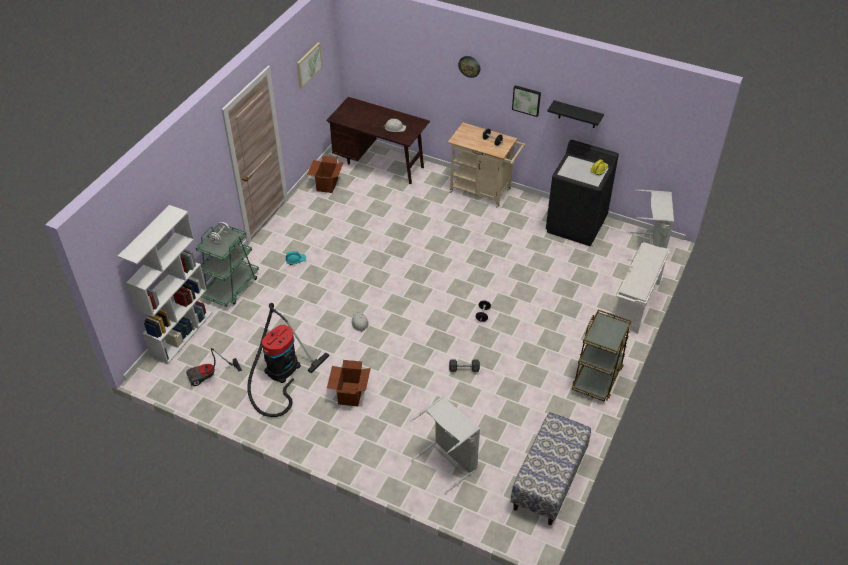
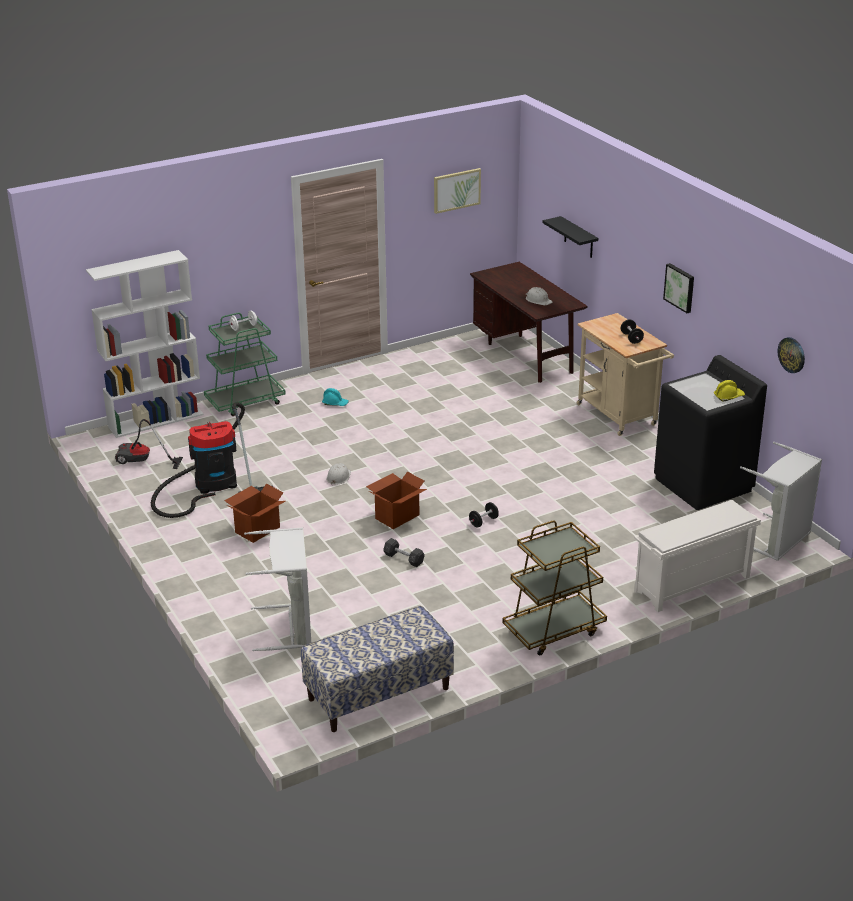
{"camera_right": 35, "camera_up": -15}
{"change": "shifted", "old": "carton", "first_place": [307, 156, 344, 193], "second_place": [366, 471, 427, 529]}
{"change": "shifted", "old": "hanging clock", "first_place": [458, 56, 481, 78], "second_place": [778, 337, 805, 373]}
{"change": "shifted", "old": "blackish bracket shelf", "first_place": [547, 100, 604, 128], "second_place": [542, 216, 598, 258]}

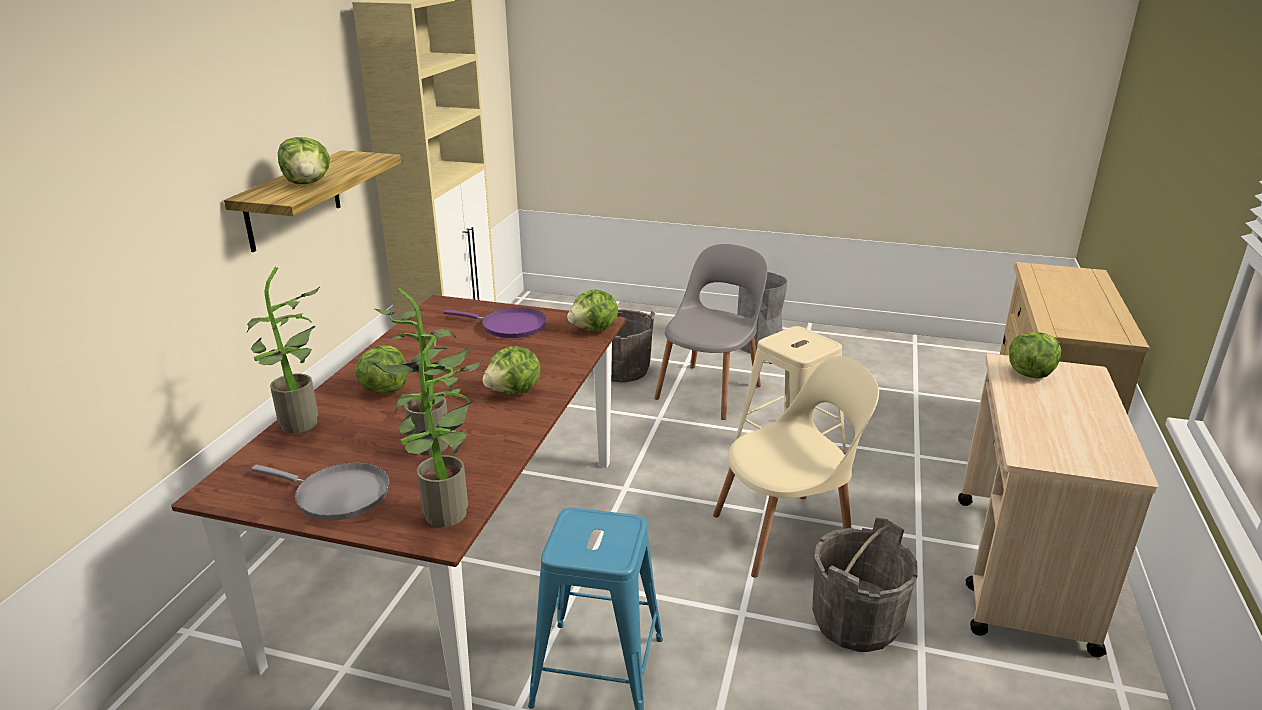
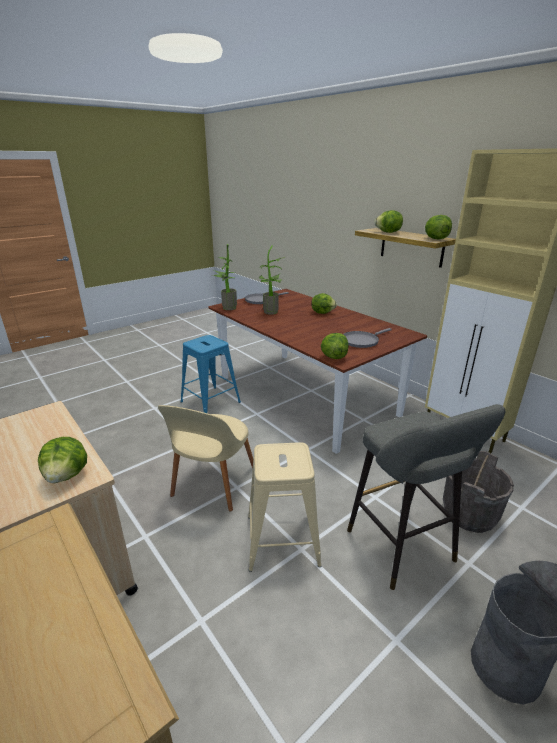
{"camera_right": 125, "camera_up": 0}
{"change": "gone", "old": "houseplant", "first_place": [247, 267, 320, 433]}
{"change": "gone", "old": "grey pail", "first_place": [812, 518, 918, 652]}
{"change": "shifted", "old": "head of lettuce", "first_place": [482, 346, 541, 395], "second_place": [425, 215, 452, 239]}
{"change": "swapped", "old": "grey upright chair", "new": "grey stool seat", "first_place": [654, 244, 767, 420], "second_place": [347, 404, 505, 590]}
{"change": "repainted", "old": "purplish frying pan", "new": "grey frying pan", "first_place": [443, 307, 547, 338], "second_place": [343, 328, 392, 348]}

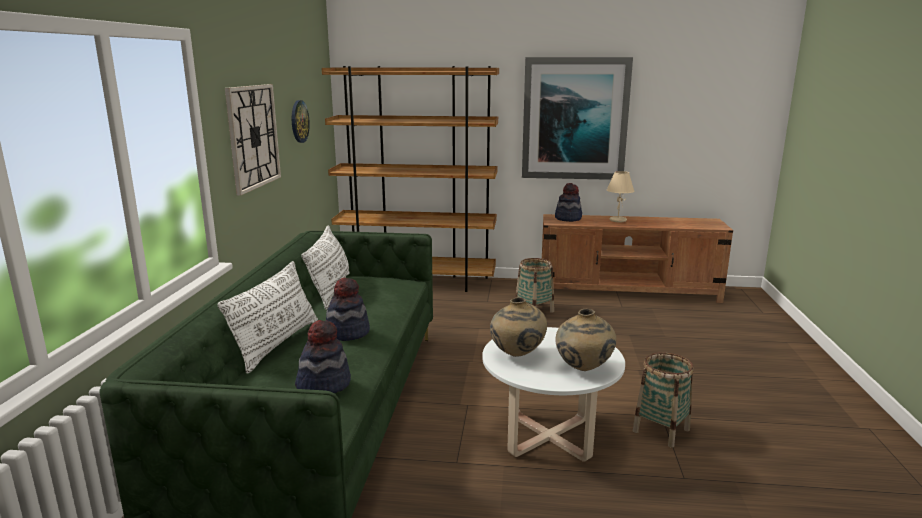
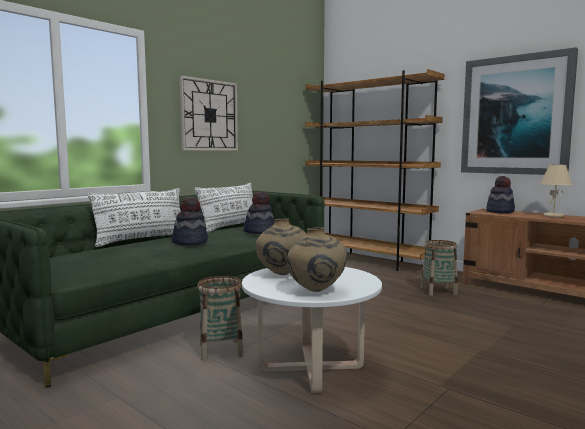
{"camera_right": 35, "camera_up": -10}
{"change": "gone", "old": "hanging clock", "first_place": [292, 100, 310, 143]}
{"change": "shifted", "old": "clothing hat", "first_place": [295, 320, 351, 393], "second_place": [244, 192, 274, 234]}
{"change": "shifted", "old": "storage basket", "first_place": [633, 352, 694, 448], "second_place": [197, 276, 244, 361]}

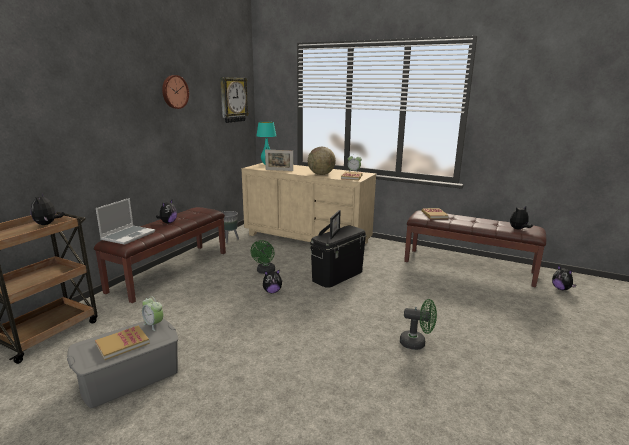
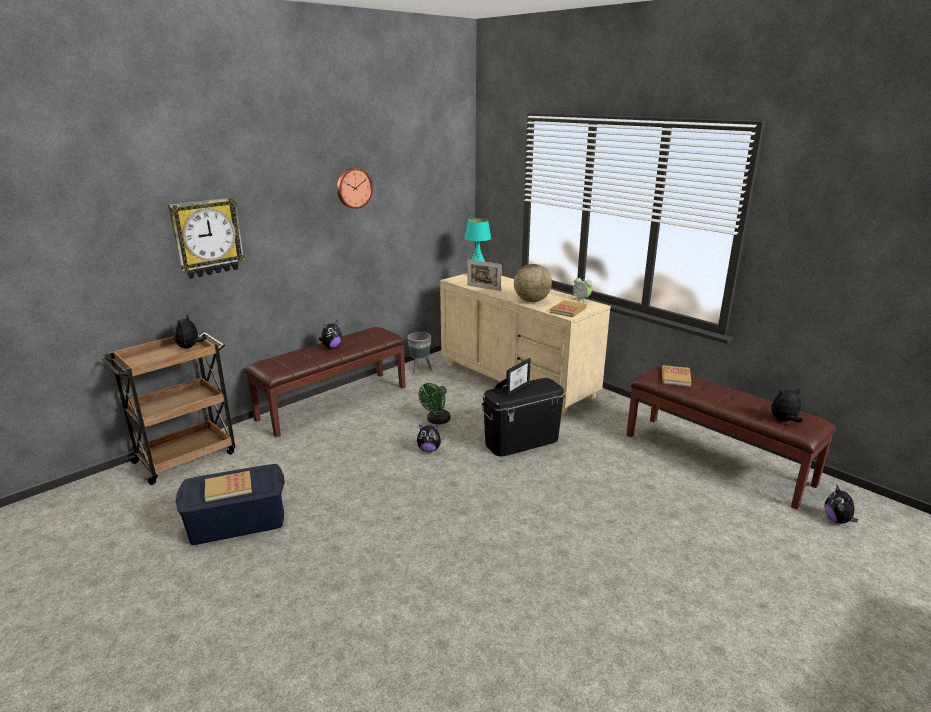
{"camera_right": 20, "camera_up": 5}
{"change": "gone", "old": "laptop", "first_place": [96, 198, 155, 245]}
{"change": "gone", "old": "table clock", "first_place": [142, 296, 163, 331]}
{"change": "gone", "old": "green-coloured cooling fan", "first_place": [400, 299, 437, 350]}
{"change": "shifted", "old": "hanging clock", "first_place": [220, 77, 249, 123], "second_place": [168, 197, 245, 279]}
{"change": "repainted", "old": "grey storage bin", "new": "blue storage bin", "first_place": [67, 318, 178, 408], "second_place": [176, 464, 285, 545]}

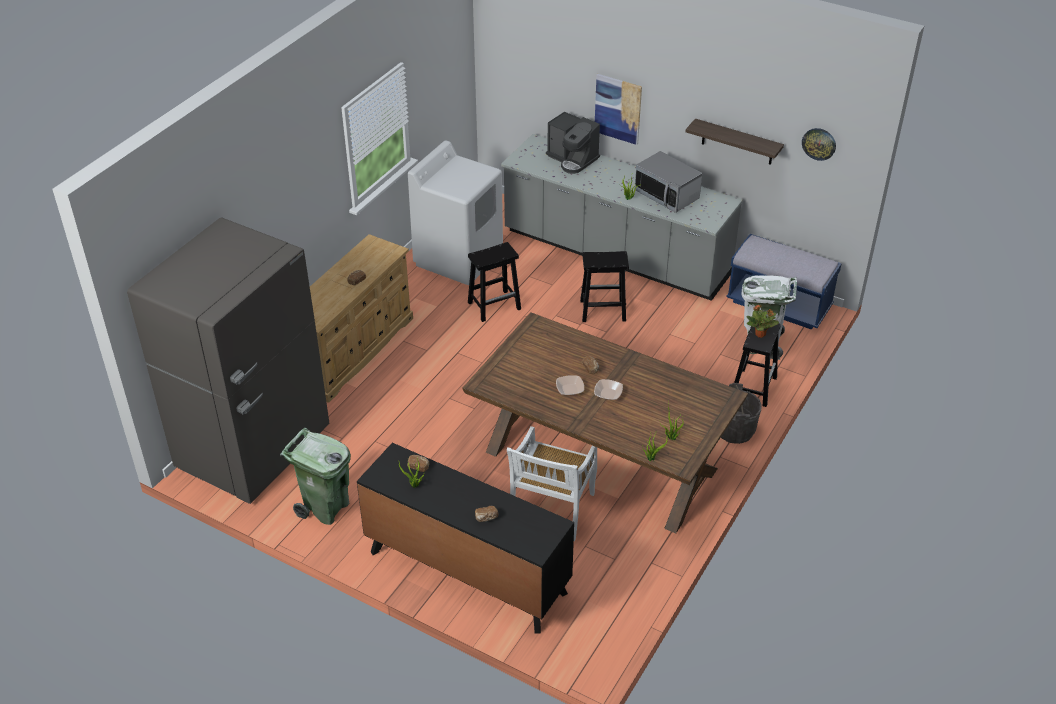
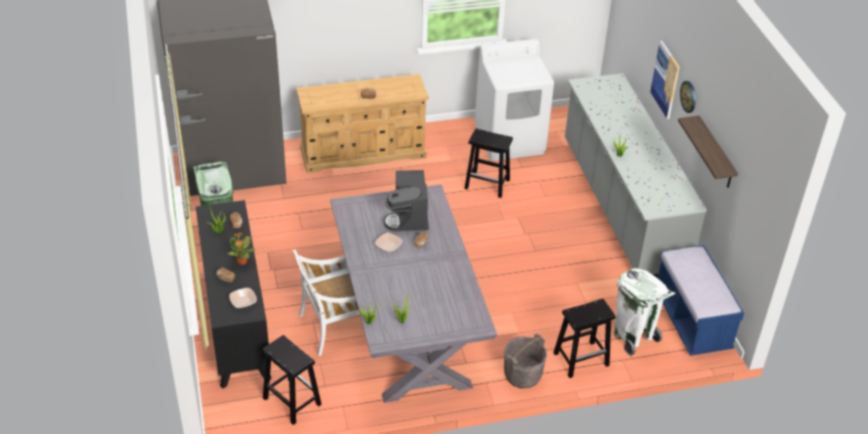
{"camera_right": 45, "camera_up": 0}
{"change": "gone", "old": "microwave oven", "first_place": [634, 151, 702, 213]}
{"change": "shifted", "old": "coffee brewer", "first_place": [546, 112, 600, 174], "second_place": [384, 170, 429, 232]}
{"change": "shifted", "old": "blackish stool seat", "first_place": [580, 251, 629, 322], "second_place": [262, 335, 322, 425]}
{"change": "shifted", "old": "serving bowl", "first_place": [594, 379, 623, 400], "second_place": [229, 288, 257, 308]}
{"change": "shifted", "old": "houseplant", "first_place": [747, 304, 779, 338], "second_place": [228, 232, 255, 265]}
{"change": "shifted", "old": "hanging clock", "first_place": [802, 128, 836, 161], "second_place": [680, 81, 696, 113]}
{"change": "repainted", "old": "brownish dining table", "new": "grey dining table", "first_place": [462, 312, 748, 534], "second_place": [330, 185, 497, 403]}

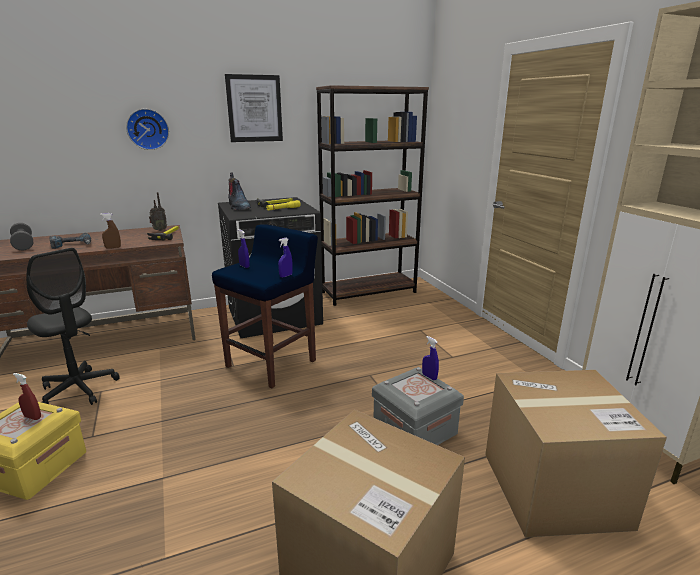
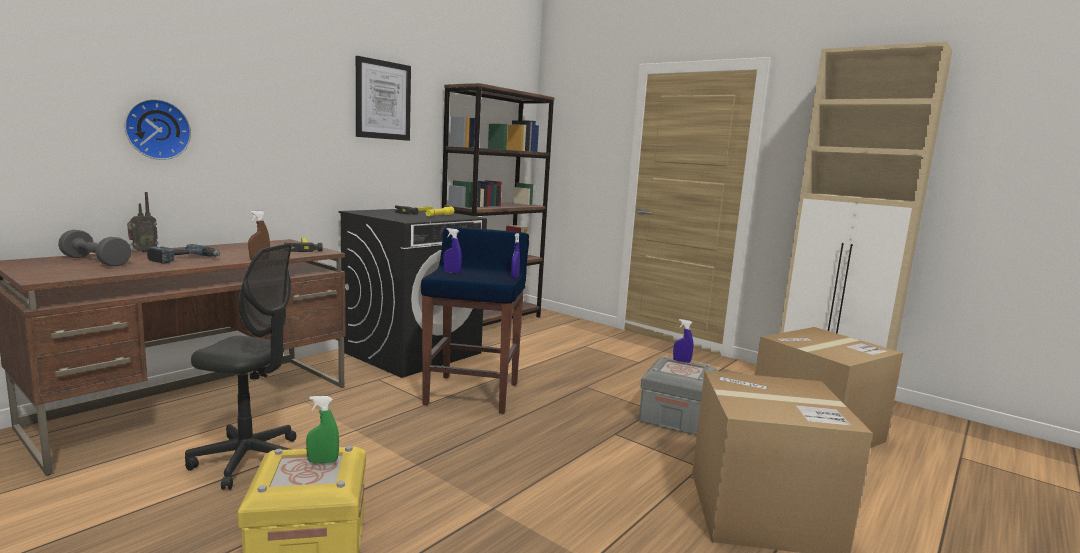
{"camera_right": -30, "camera_up": -10}
{"change": "gone", "old": "boot", "first_place": [228, 172, 251, 210]}
{"change": "shifted", "old": "hanging clock", "first_place": [126, 109, 169, 150], "second_place": [124, 99, 191, 160]}
{"change": "shifted", "old": "radio receiver", "first_place": [149, 192, 167, 231], "second_place": [127, 192, 158, 253]}
{"change": "repainted", "old": "reddish hand sprayer", "new": "green-coloured hand sprayer", "first_place": [13, 373, 41, 420], "second_place": [306, 396, 339, 463]}

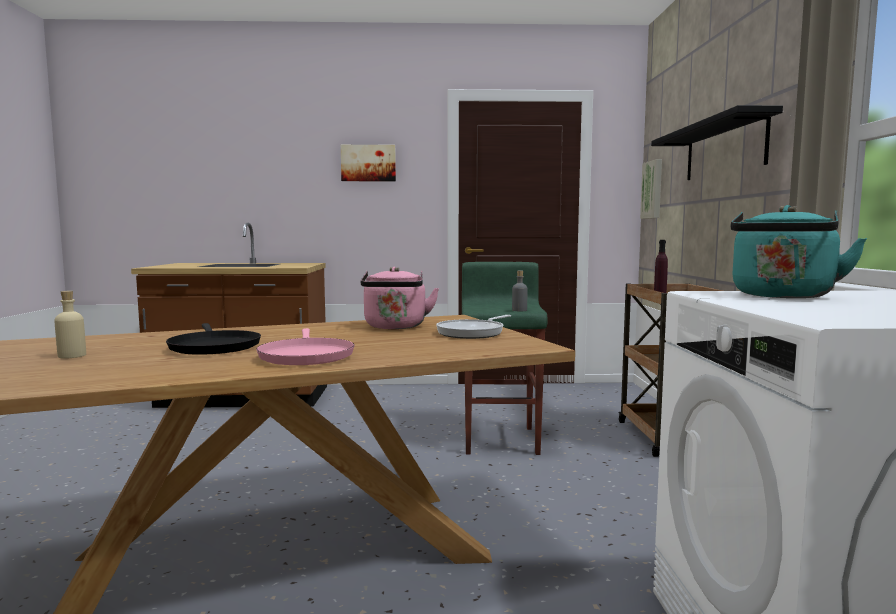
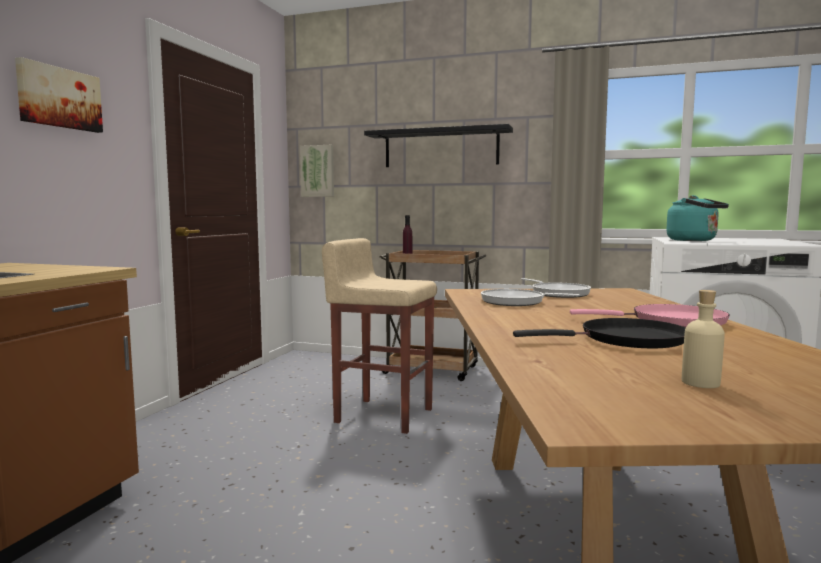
{"camera_right": -70, "camera_up": 0}
{"change": "gone", "old": "grey bottle", "first_place": [512, 271, 527, 311]}
{"change": "swapped", "old": "pink-coloured tea kettle", "new": "frying pan", "first_place": [361, 267, 439, 329], "second_place": [481, 289, 580, 306]}
{"change": "repainted", "old": "green-coloured stool seat", "new": "beige stool seat", "first_place": [462, 262, 548, 455], "second_place": [322, 238, 437, 434]}

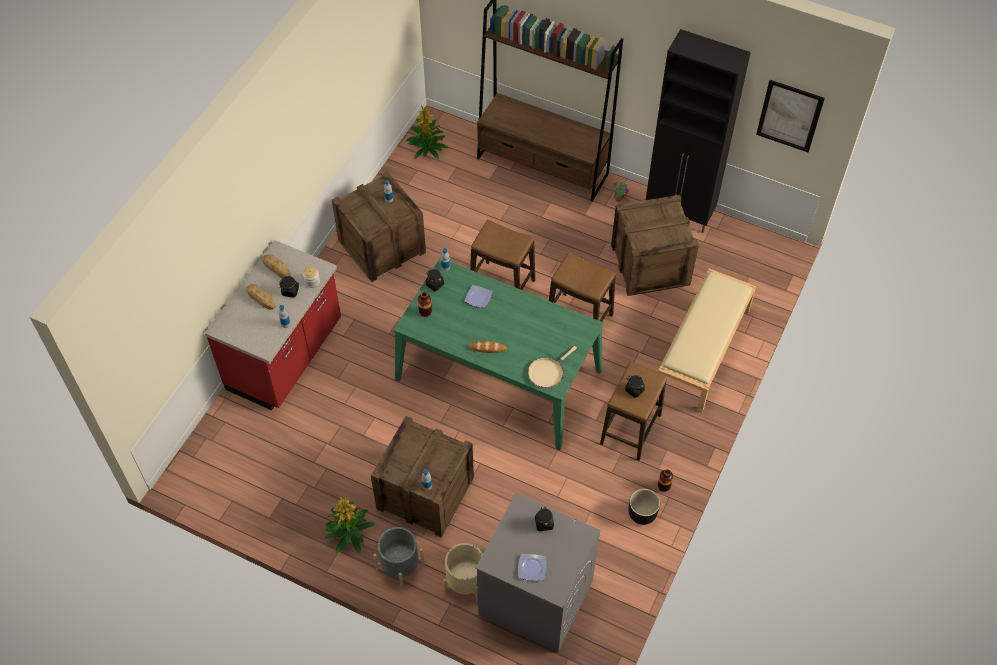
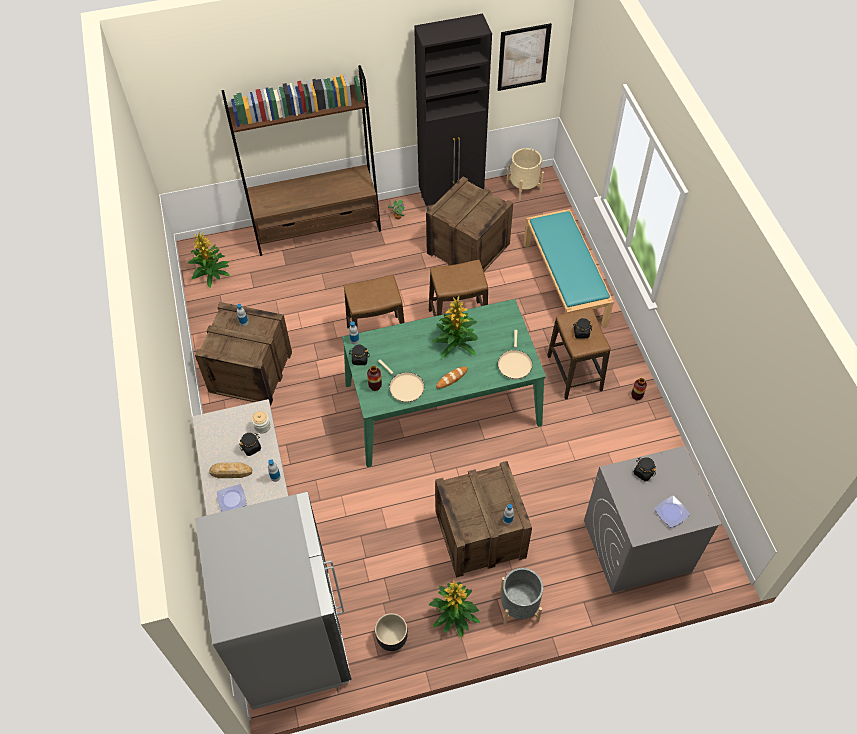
{"camera_right": -40, "camera_up": 0}
{"change": "gone", "old": "bread", "first_place": [261, 254, 291, 278]}
{"change": "new", "new": "grey kitchen fridge", "second_place": [195, 492, 352, 710]}
{"change": "new", "new": "beige frying pan", "second_place": [378, 359, 425, 403]}
{"change": "new", "new": "houseplant", "second_place": [431, 296, 478, 358]}
{"change": "shifted", "old": "beige flower pot", "first_place": [443, 543, 483, 603], "second_place": [506, 148, 544, 201]}
{"change": "shifted", "old": "flat dish", "first_place": [464, 285, 493, 308], "second_place": [217, 484, 247, 512]}
{"change": "shifted", "old": "blackish flower pot", "first_place": [628, 489, 660, 525], "second_place": [375, 613, 408, 651]}
{"change": "repainted", "old": "beige long seat", "new": "turquoise long seat", "first_place": [658, 269, 756, 413], "second_place": [524, 209, 614, 327]}

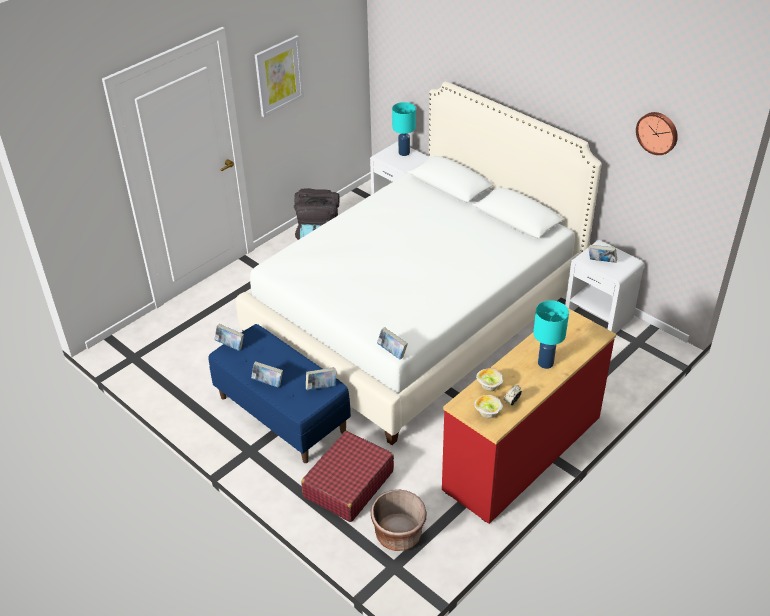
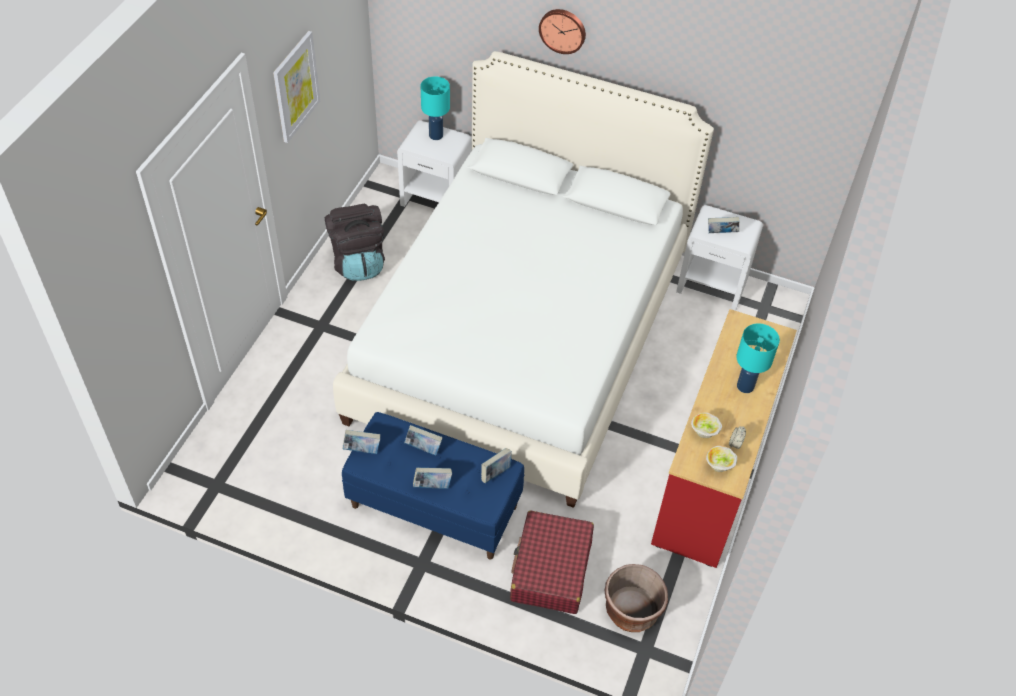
{"camera_right": -25, "camera_up": 10}
{"change": "shifted", "old": "volume", "first_place": [377, 327, 408, 359], "second_place": [404, 425, 443, 455]}
{"change": "shifted", "old": "hanging clock", "first_place": [636, 112, 678, 155], "second_place": [539, 9, 586, 54]}

